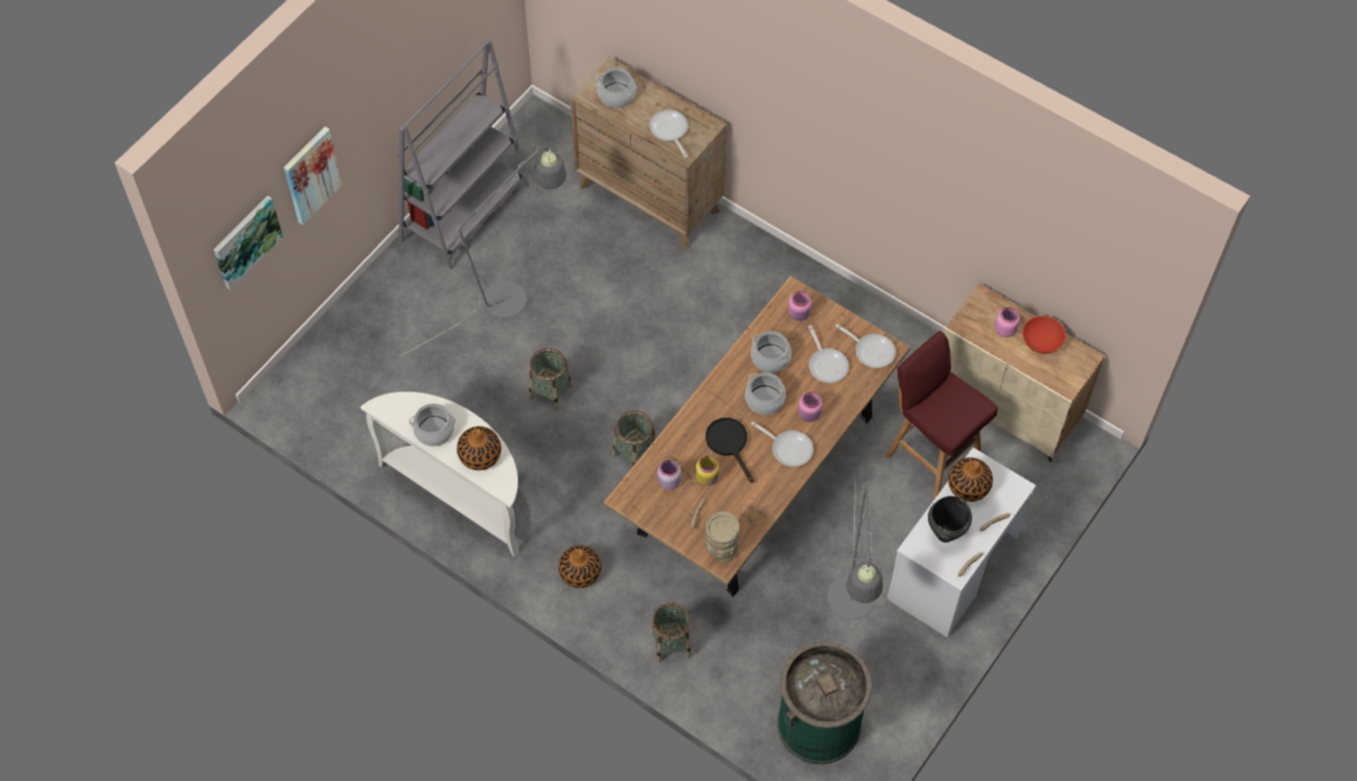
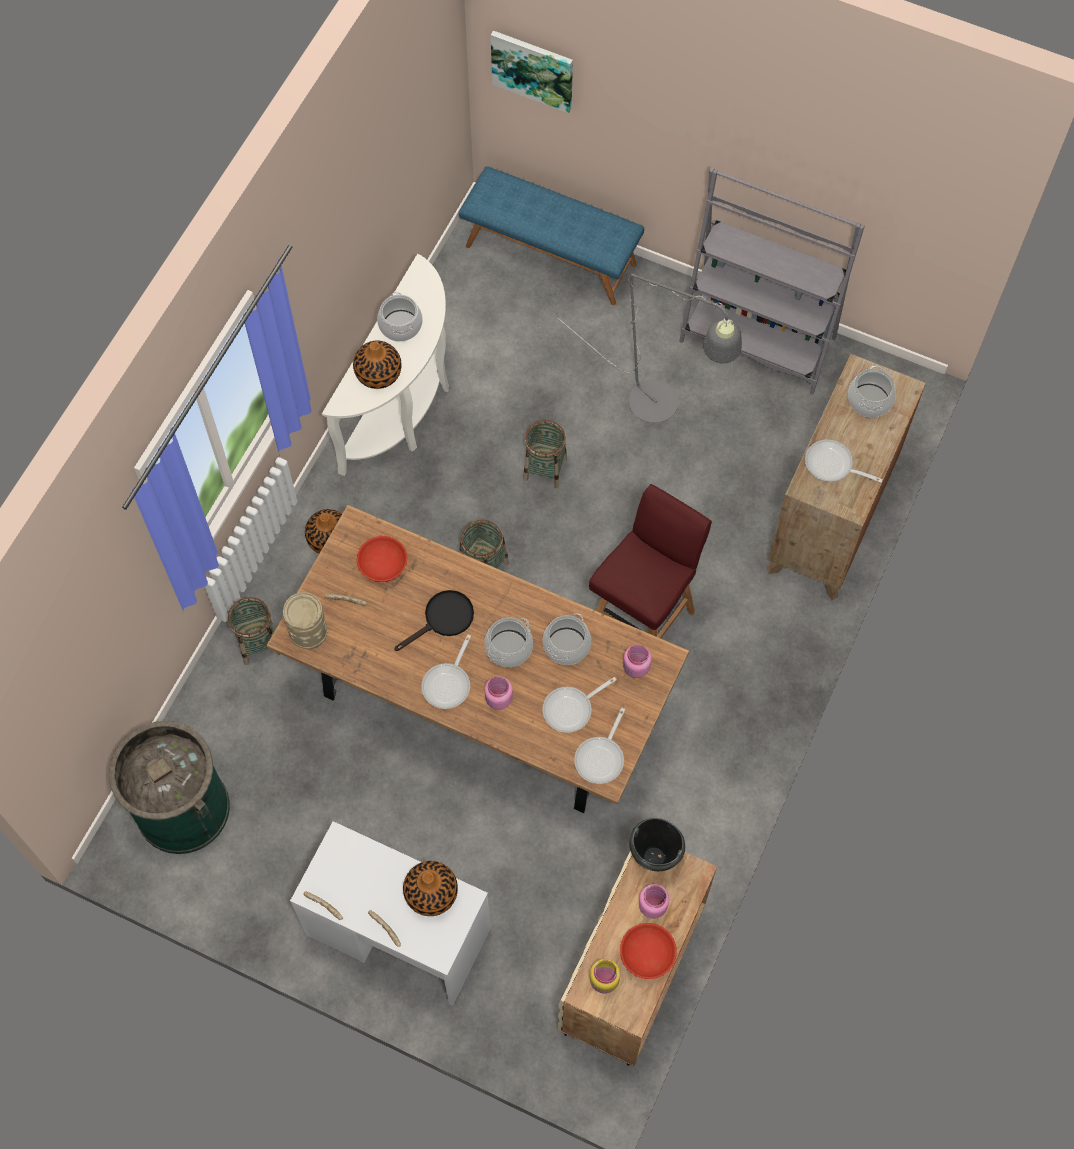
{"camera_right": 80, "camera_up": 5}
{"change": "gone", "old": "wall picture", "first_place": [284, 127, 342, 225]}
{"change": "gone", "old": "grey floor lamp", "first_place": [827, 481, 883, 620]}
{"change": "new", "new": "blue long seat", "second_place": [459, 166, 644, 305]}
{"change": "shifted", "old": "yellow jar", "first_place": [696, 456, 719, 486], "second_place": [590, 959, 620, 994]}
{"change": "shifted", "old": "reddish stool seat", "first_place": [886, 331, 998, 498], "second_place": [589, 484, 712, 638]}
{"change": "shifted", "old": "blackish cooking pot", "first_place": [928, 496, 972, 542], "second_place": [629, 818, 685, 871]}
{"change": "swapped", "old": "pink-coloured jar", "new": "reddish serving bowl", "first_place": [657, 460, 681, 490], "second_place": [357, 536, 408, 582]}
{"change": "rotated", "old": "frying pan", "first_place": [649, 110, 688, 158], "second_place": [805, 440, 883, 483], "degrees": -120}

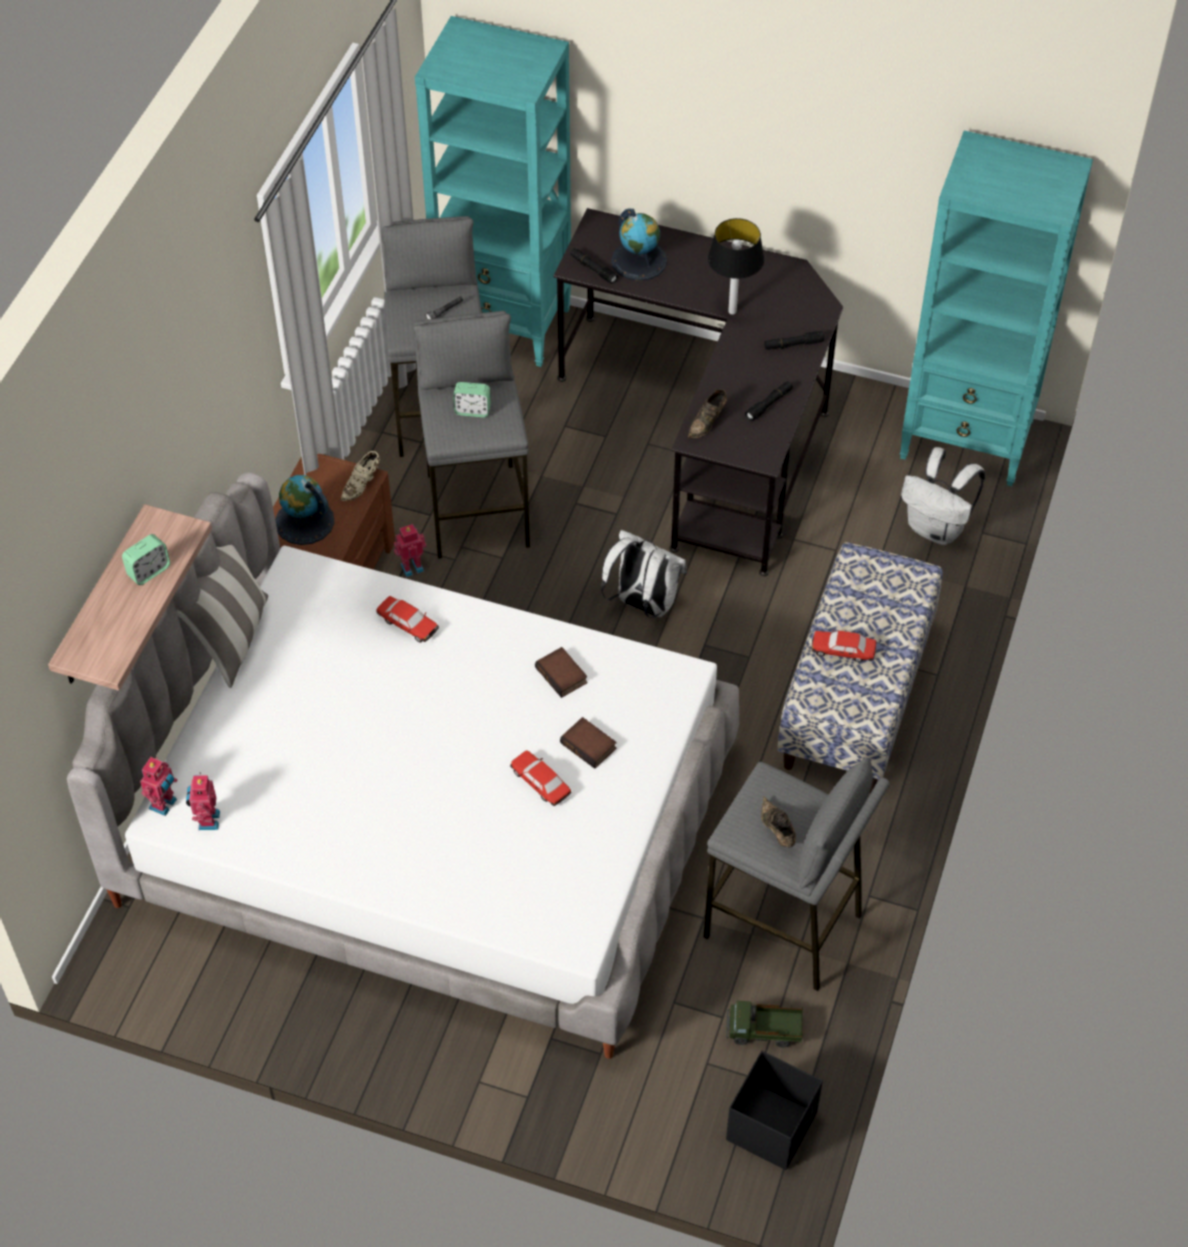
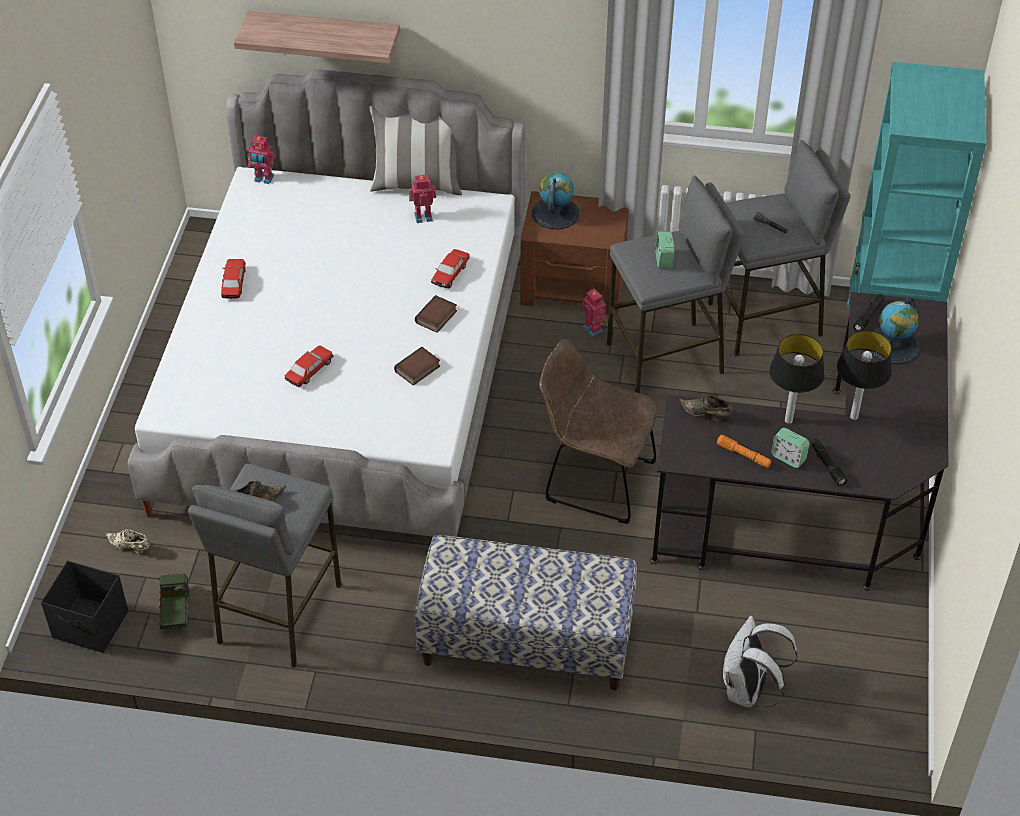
{"camera_right": 80, "camera_up": -5}
{"change": "gone", "old": "turquoise bookcase", "first_place": [900, 131, 1093, 486]}
{"change": "new", "new": "table lamp", "second_place": [769, 334, 825, 424]}
{"change": "shifted", "old": "table clock", "first_place": [122, 534, 170, 585], "second_place": [771, 428, 810, 468]}
{"change": "shifted", "old": "robot figure", "first_place": [186, 773, 220, 830], "second_place": [409, 174, 436, 223]}
{"change": "shifted", "old": "beige shoe", "first_place": [340, 451, 380, 501], "second_place": [105, 529, 150, 554]}
{"change": "shifted", "old": "volume", "first_place": [560, 717, 617, 769], "second_place": [415, 295, 457, 333]}
{"change": "shifted", "old": "toy car", "first_place": [812, 629, 876, 662], "second_place": [221, 259, 246, 299]}
{"change": "swapped", "old": "whitish backpack", "new": "brownish upright chair", "first_place": [601, 530, 687, 618], "second_place": [539, 339, 659, 524]}
{"change": "repainted", "old": "blackish torch", "new": "orange torch", "first_place": [745, 381, 793, 421], "second_place": [717, 435, 771, 468]}

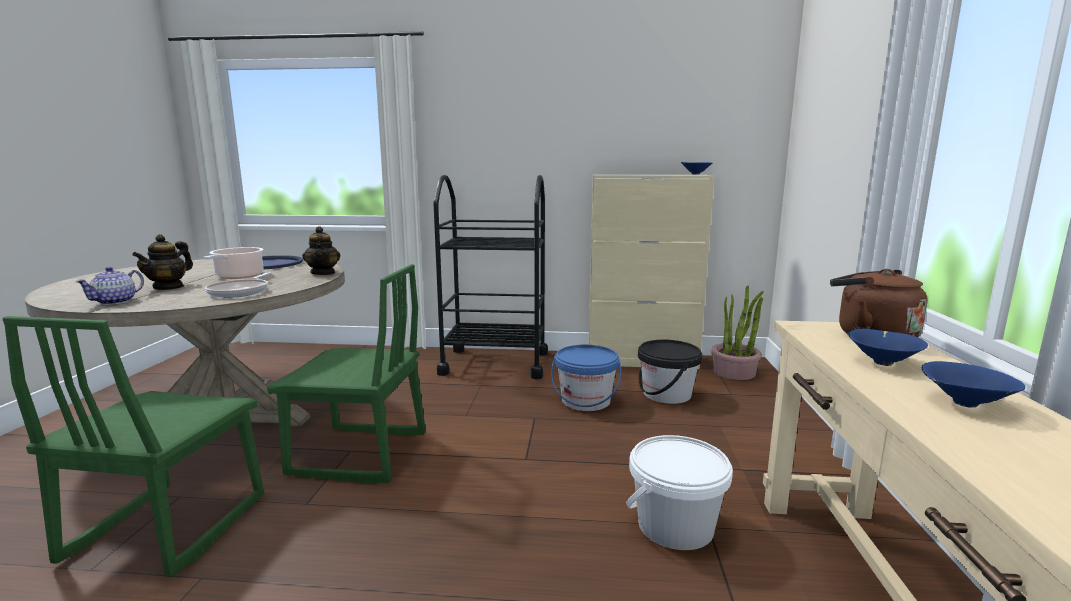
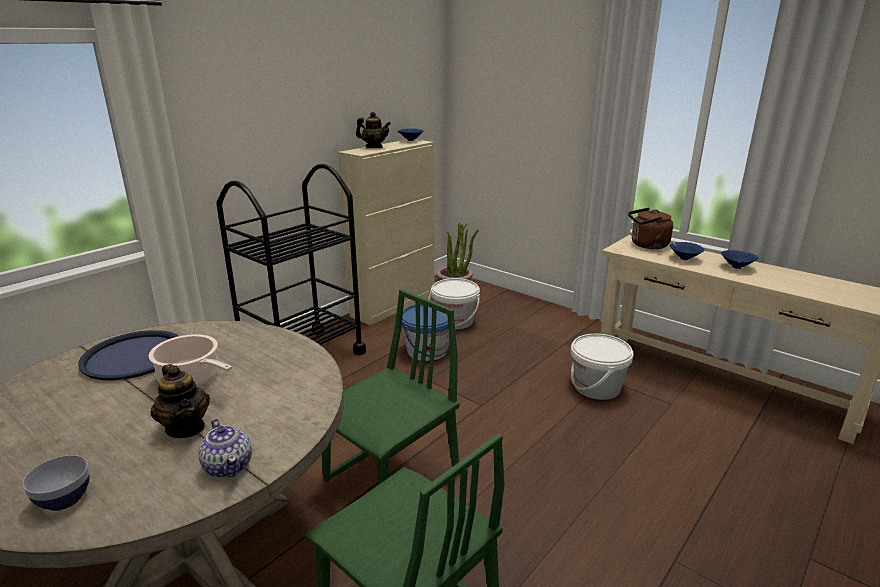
{"camera_right": -55, "camera_up": 10}
{"change": "gone", "old": "frying pan", "first_place": [205, 273, 271, 298]}
{"change": "new", "new": "serving bowl", "second_place": [22, 455, 90, 511]}
{"change": "shifted", "old": "pot for tea", "first_place": [302, 226, 340, 275], "second_place": [356, 112, 391, 148]}
{"change": "repainted", "old": "blackish pail", "new": "whitish pail", "first_place": [638, 340, 702, 404], "second_place": [428, 278, 480, 330]}

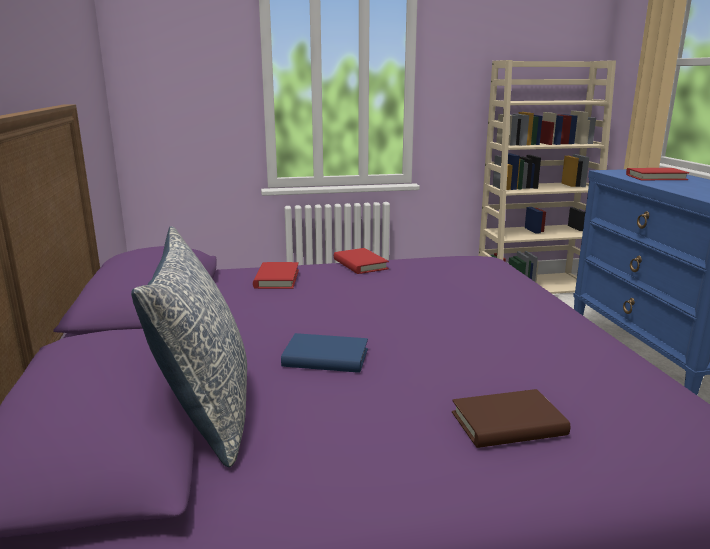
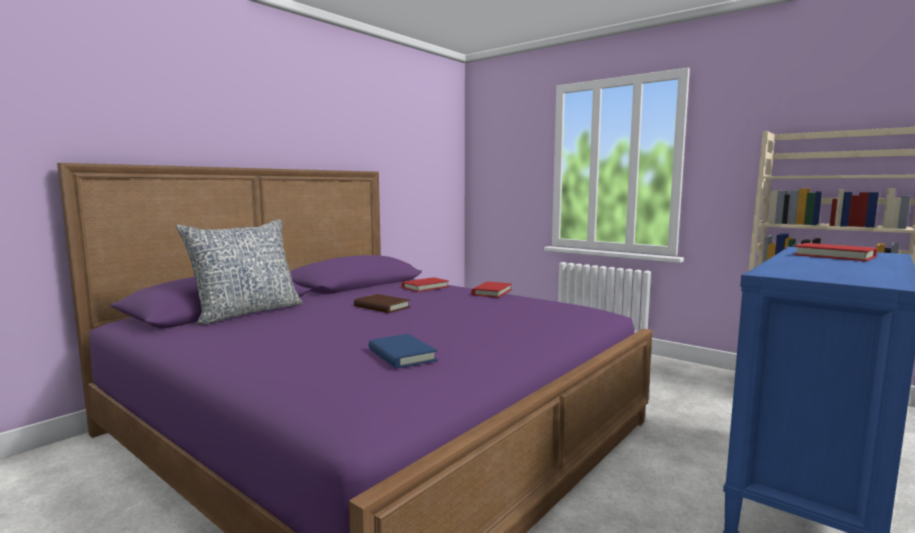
{"camera_right": 50, "camera_up": -10}
{"change": "shifted", "old": "blue volume", "first_place": [281, 333, 368, 373], "second_place": [369, 334, 438, 368]}
{"change": "shifted", "old": "brownish volume", "first_place": [452, 389, 570, 448], "second_place": [354, 294, 410, 313]}

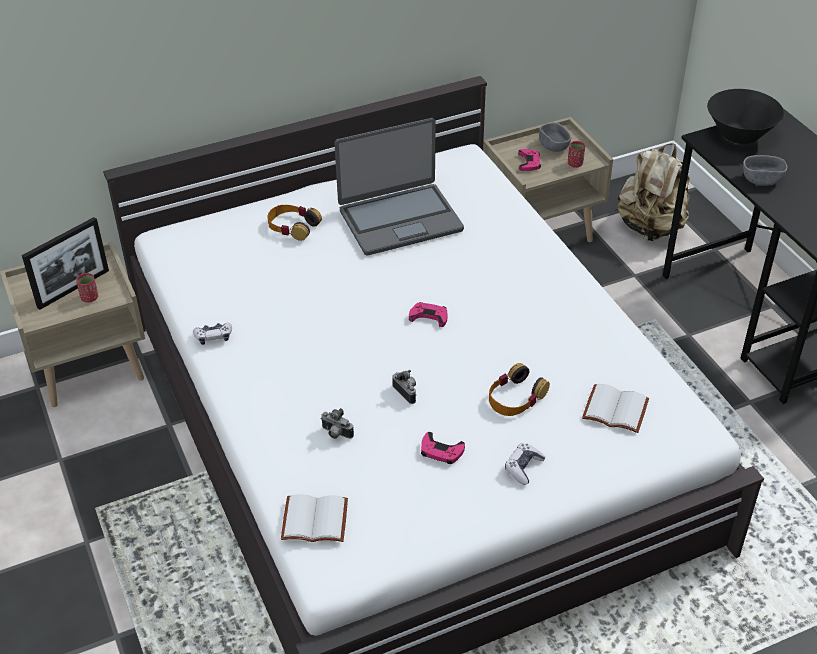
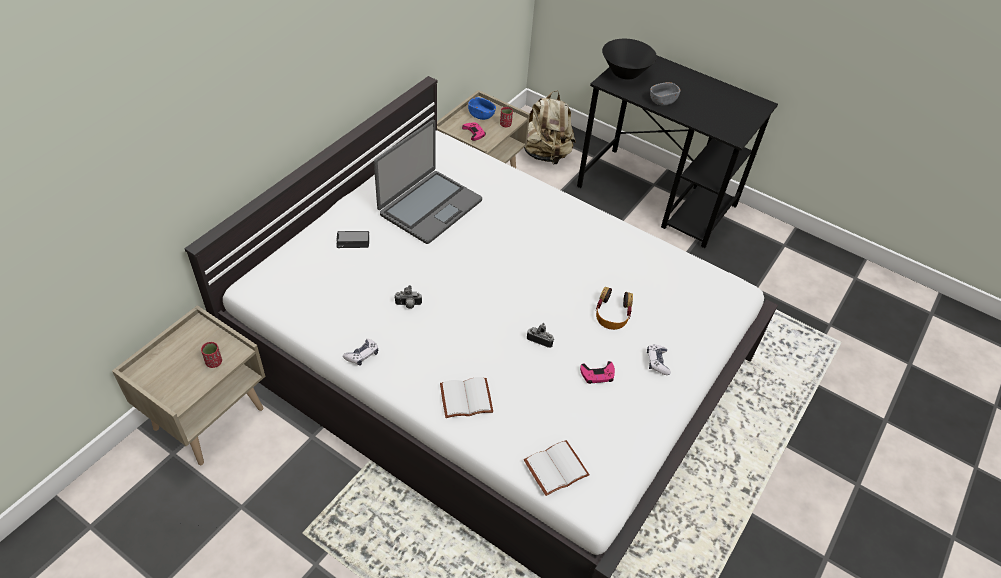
{"camera_right": -35, "camera_up": 5}
{"change": "gone", "old": "standing frame", "first_place": [22, 217, 109, 310]}
{"change": "gone", "old": "pink-coloured joypad", "first_place": [409, 302, 448, 327]}
{"change": "shifted", "old": "photo camera", "first_place": [320, 408, 354, 439], "second_place": [394, 285, 422, 309]}
{"change": "shifted", "old": "whitish volume", "first_place": [582, 384, 649, 433], "second_place": [440, 377, 493, 418]}
{"change": "swapped", "old": "pair of headphones", "new": "telephone", "first_place": [267, 205, 322, 241], "second_place": [336, 231, 369, 248]}
{"change": "repainted", "old": "grey serving bowl", "new": "blue serving bowl", "first_place": [539, 122, 571, 152], "second_place": [468, 97, 496, 120]}

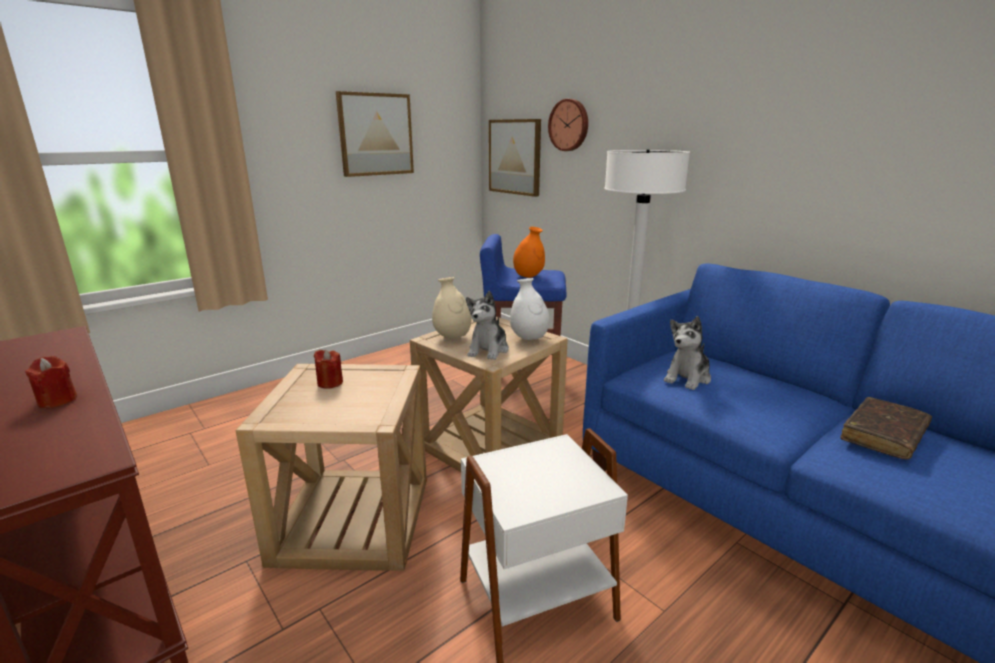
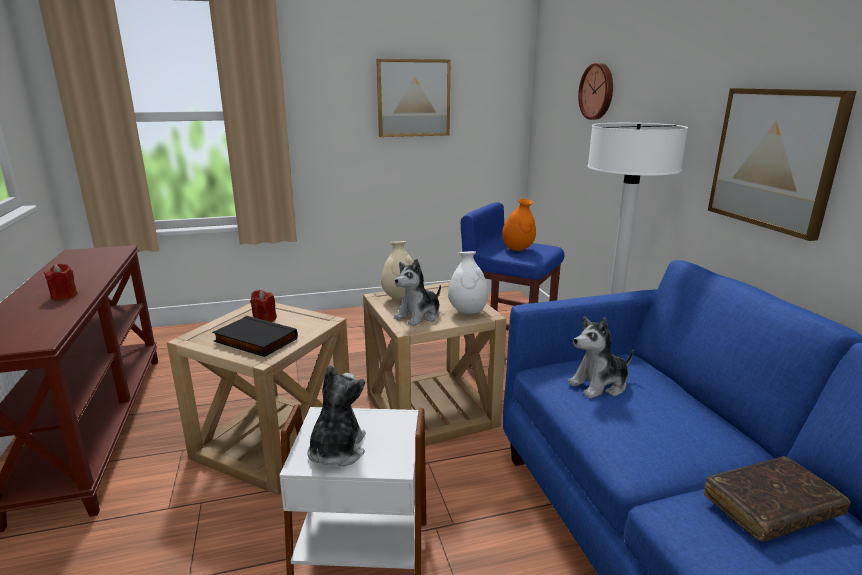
{"camera_right": 25, "camera_up": 0}
{"change": "new", "new": "blackish volume", "second_place": [212, 316, 298, 357]}
{"change": "new", "new": "plush toy", "second_place": [307, 365, 366, 466]}
{"change": "shifted", "old": "wall picture", "first_place": [489, 119, 541, 197], "second_place": [708, 88, 856, 241]}

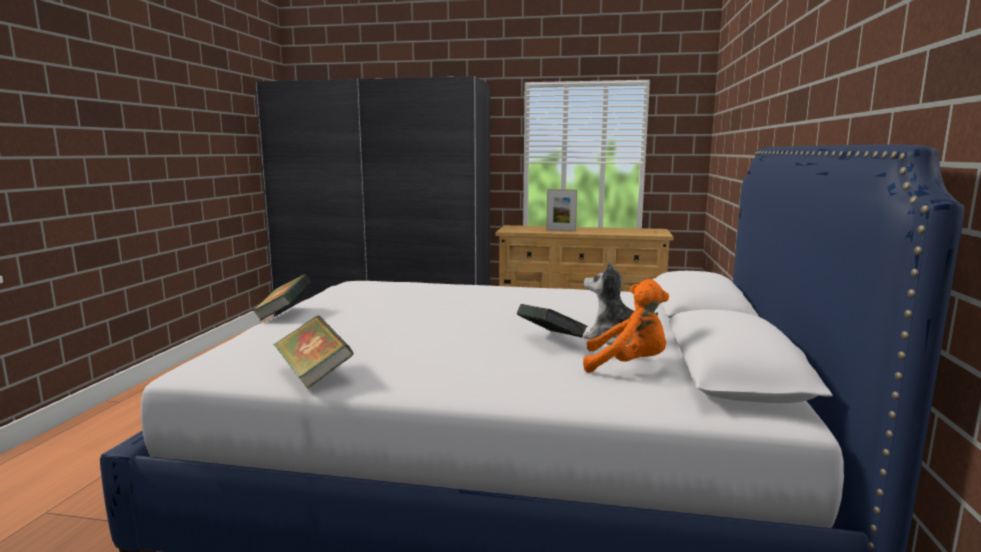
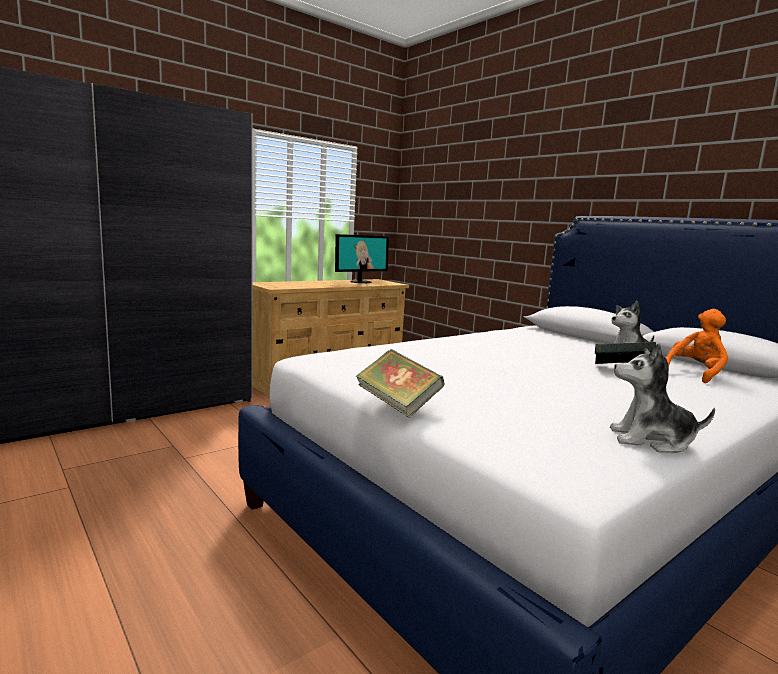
{"camera_right": -50, "camera_up": 0}
{"change": "gone", "old": "standing frame", "first_place": [546, 189, 577, 231]}
{"change": "new", "new": "computer screen", "second_place": [335, 234, 389, 283]}
{"change": "swapped", "old": "volume", "new": "plush toy", "first_place": [274, 315, 354, 389], "second_place": [610, 344, 715, 453]}

